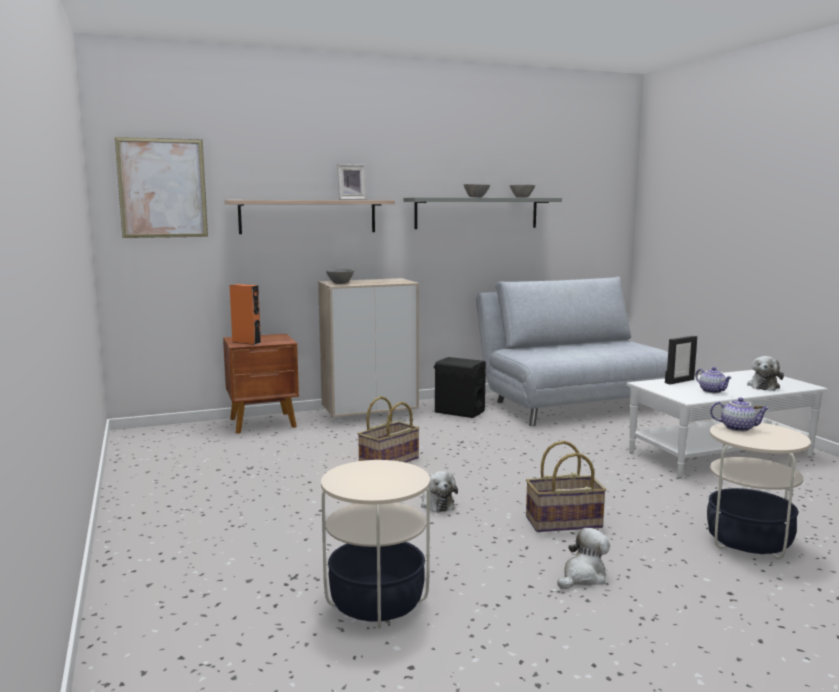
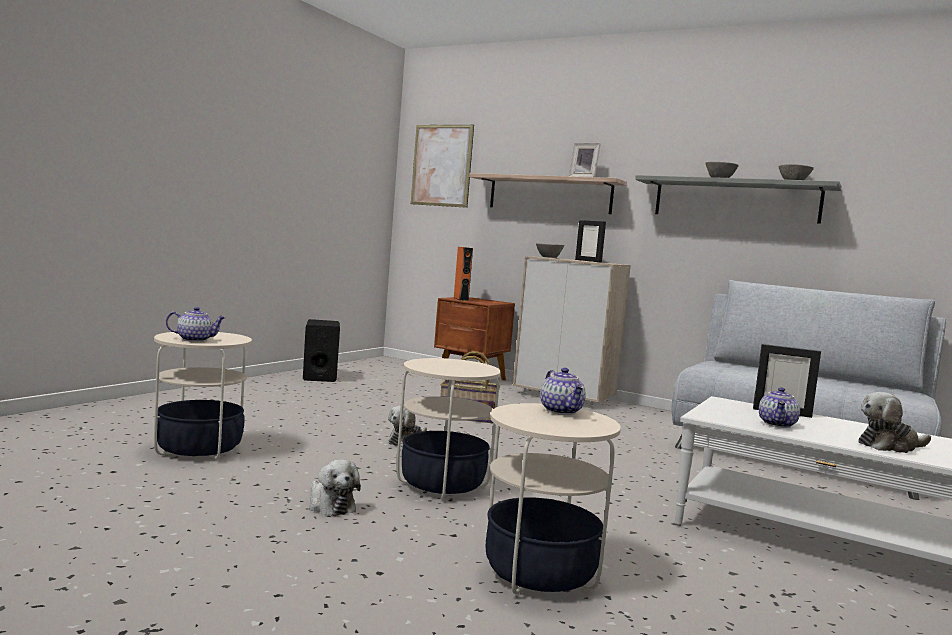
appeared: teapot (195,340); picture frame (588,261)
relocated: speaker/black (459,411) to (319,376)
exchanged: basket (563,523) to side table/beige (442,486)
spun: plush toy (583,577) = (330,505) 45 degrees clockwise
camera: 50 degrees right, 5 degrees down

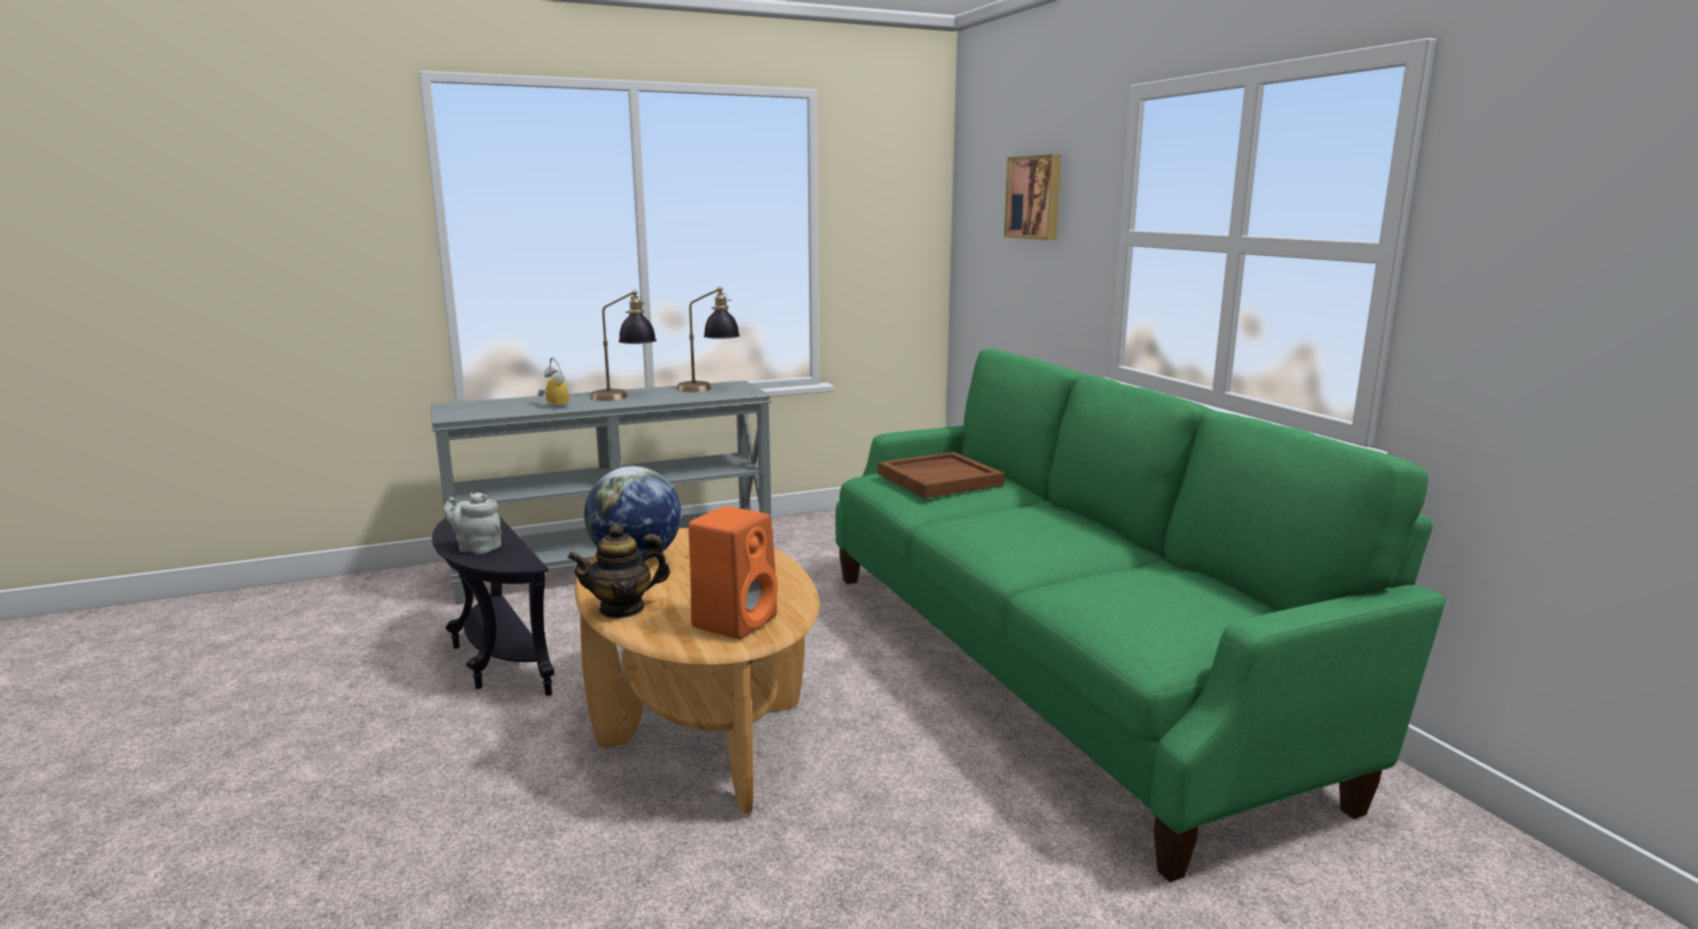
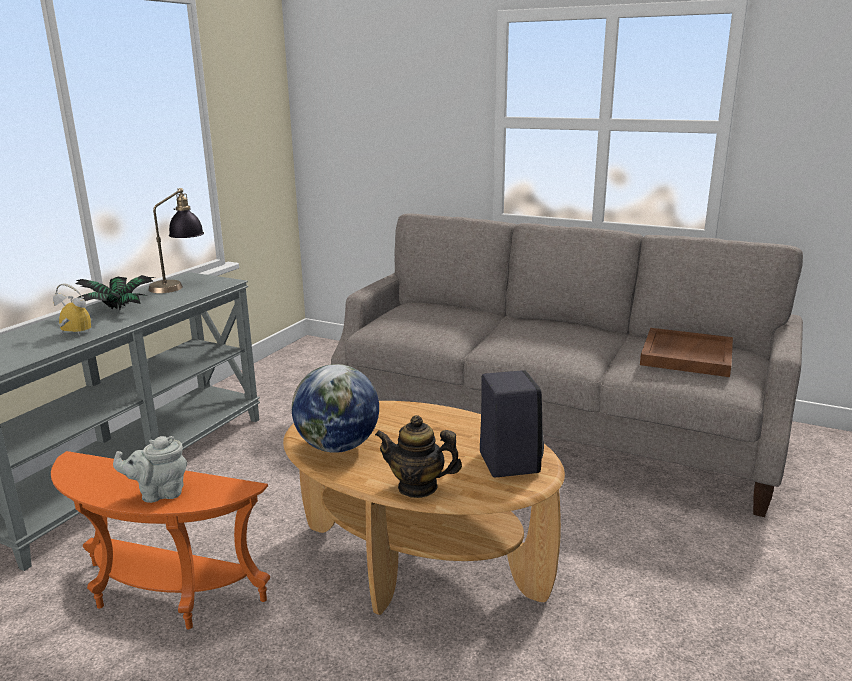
missing: picture (1035,197)
relocated: tray/brown (940,479) to (685,355)
exchanged: table lamp (625,396) to potted plant (119,308)
colour: side table/black (496,659) to side table/orange (162,597); speaker/orange (735,621) to speaker/black (507,461); sofa/green (1057,668) to sofa/grey (551,427)
spun: teapot (622,609) = (418,487) 75 degrees clockwise
camera: 40 degrees left, 5 degrees up

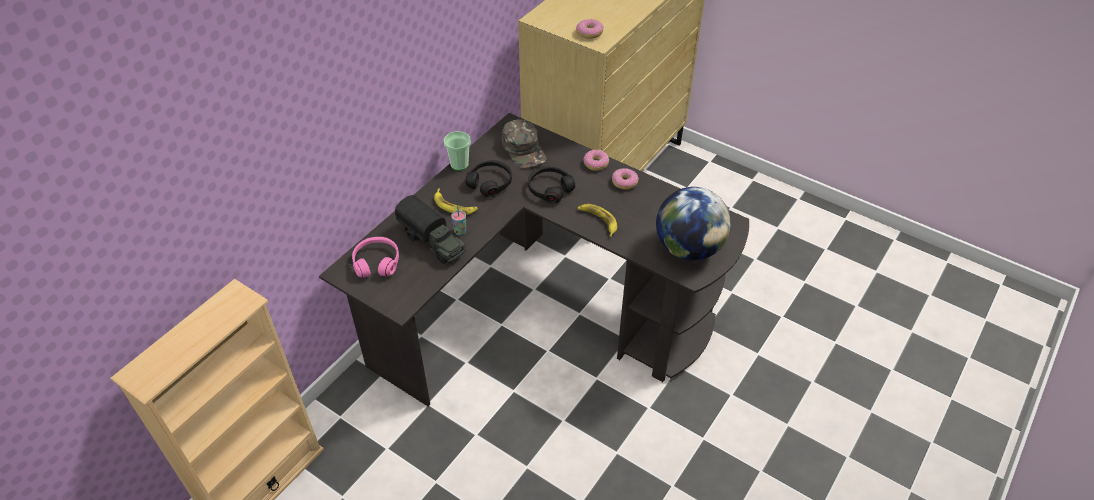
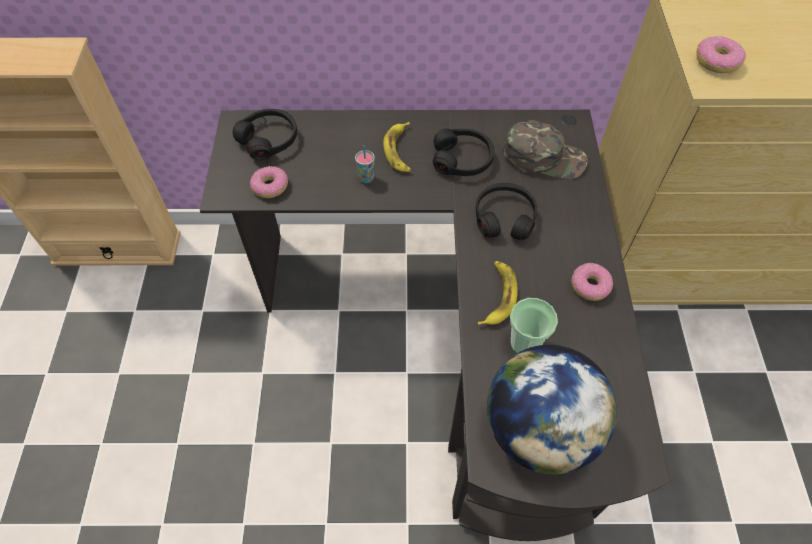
missing: toy truck (433,242)
relocated: cup (459,164) to (525,343); donut (595,163) to (270,186)
colour: headphones/pink (376,262) to headphones/black (269,139)
spun: cap/green (524,149) = (544,157) 105 degrees counterclockwise
camera: 55 degrees right, 10 degrees up

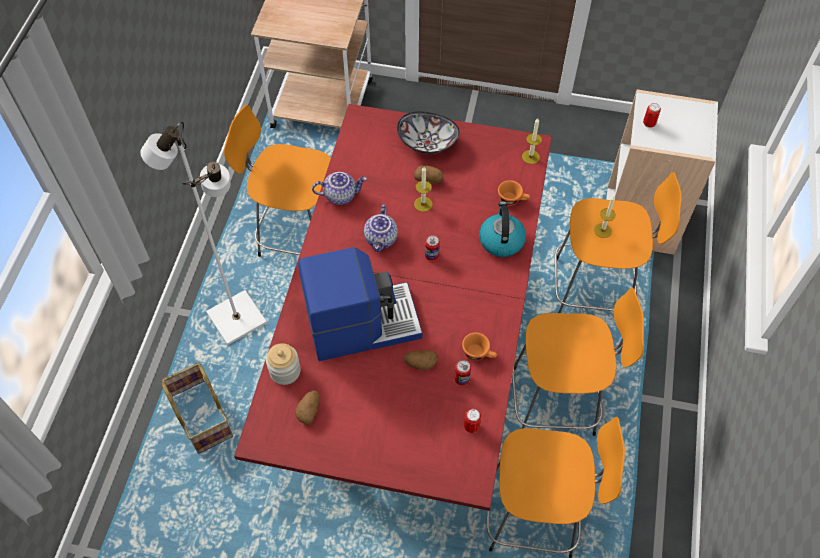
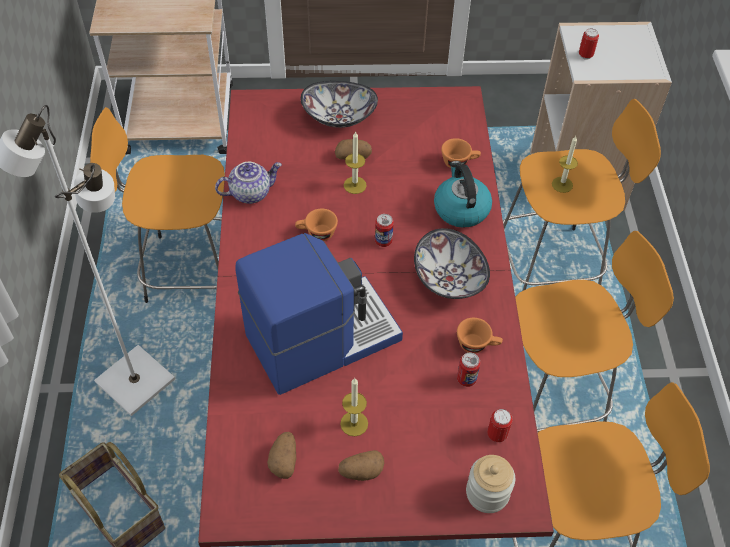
appeared: bowl (448,279)
relocated: jar (285,371) to (487,493); potato (420,363) to (361,471); candle (530,157) to (354,423)
exchanged: teapot (382,239) to cup/orange (316,234)
camera: 15 degrees left, 5 degrees down

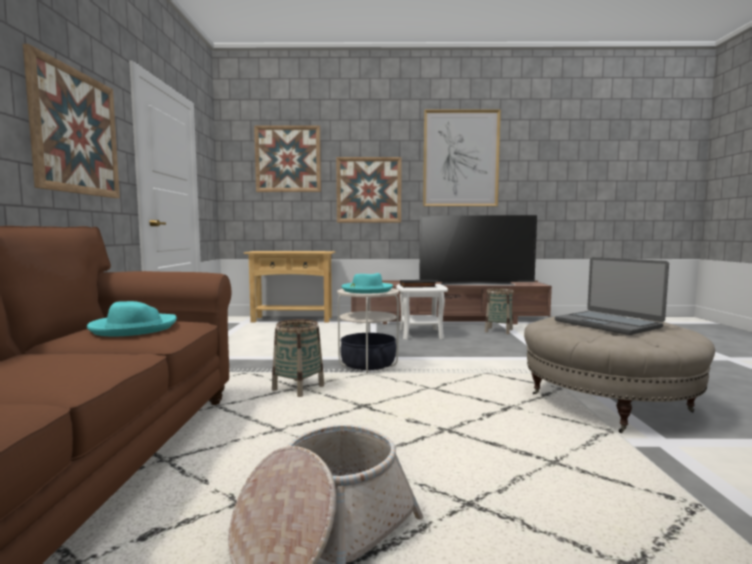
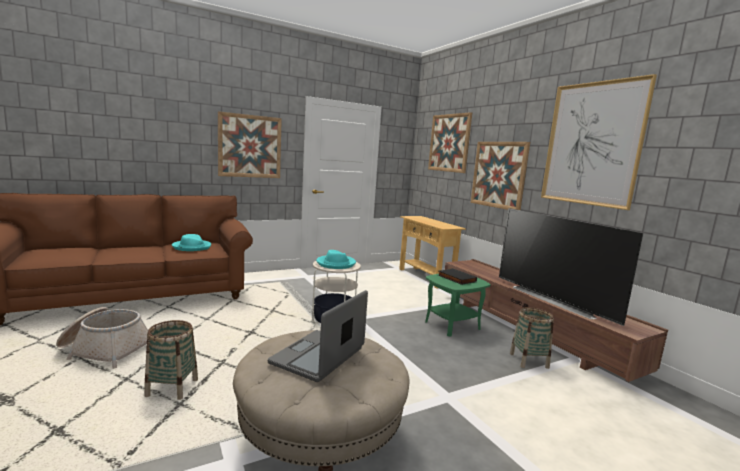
relocated: basket (298,389) to (172,388)
colour: side table/white (420,334) to side table/green (452,325)
camera: 60 degrees right, 5 degrees up

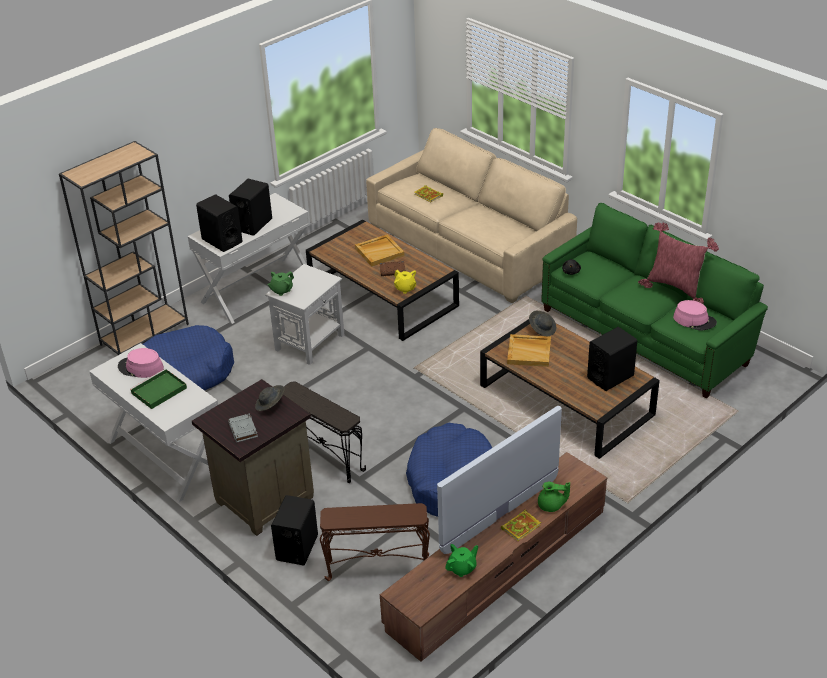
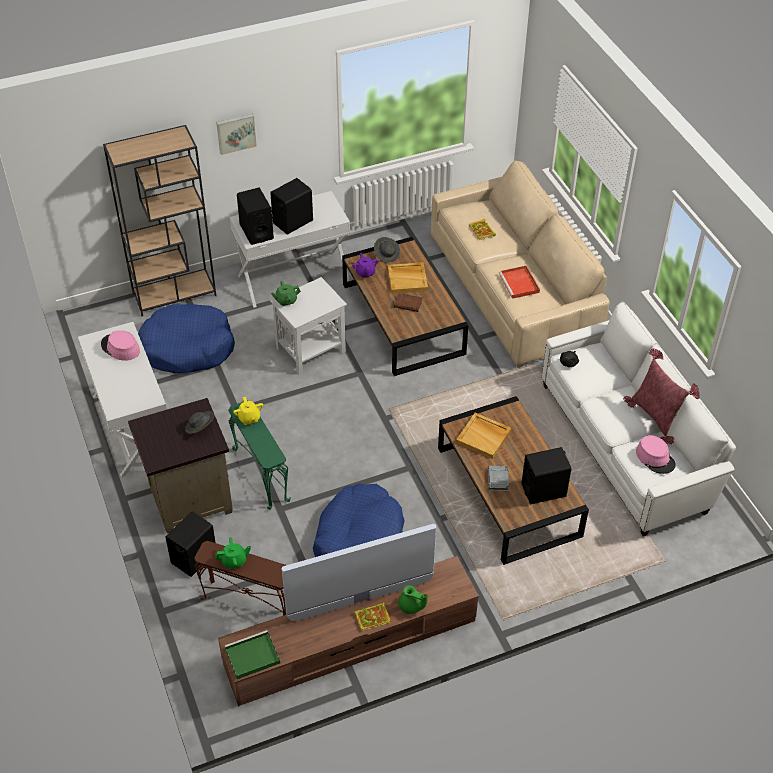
appeared: picture (236,133); teapot/purple (365,272); tray/red (519,284)
relocated: tray/green (158,391) to (251,657); book/grey (243,430) to (498,480); teapot/yellow (405,288) to (249,418); teapot/green (462,568) to (234,561); hat/grey (542,329) to (387,254)
colour: side table/black (323,457) to side table/green (261,475); sofa/green (647,335) to sofa/white (627,446)
camera: 20 degrees right, 10 degrees up

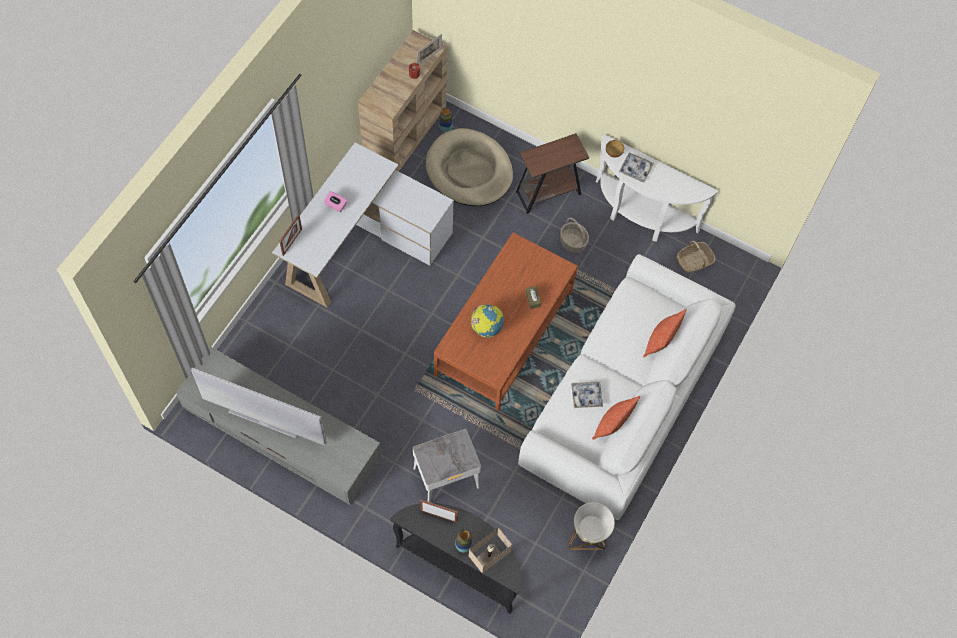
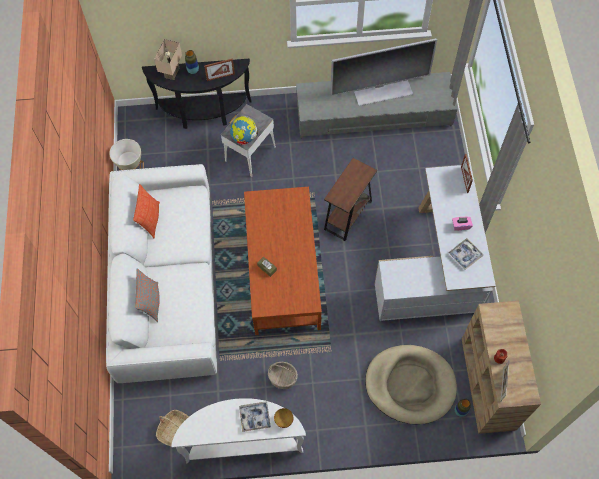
relocated: globe (486,328) to (244,138); side table/brown (548,193) to (348,215); tray (586,396) to (465,255)
colour: pillow/orange (660,342) to pillow/grey (151,302)
camera: 150 degrees right, 0 degrees up

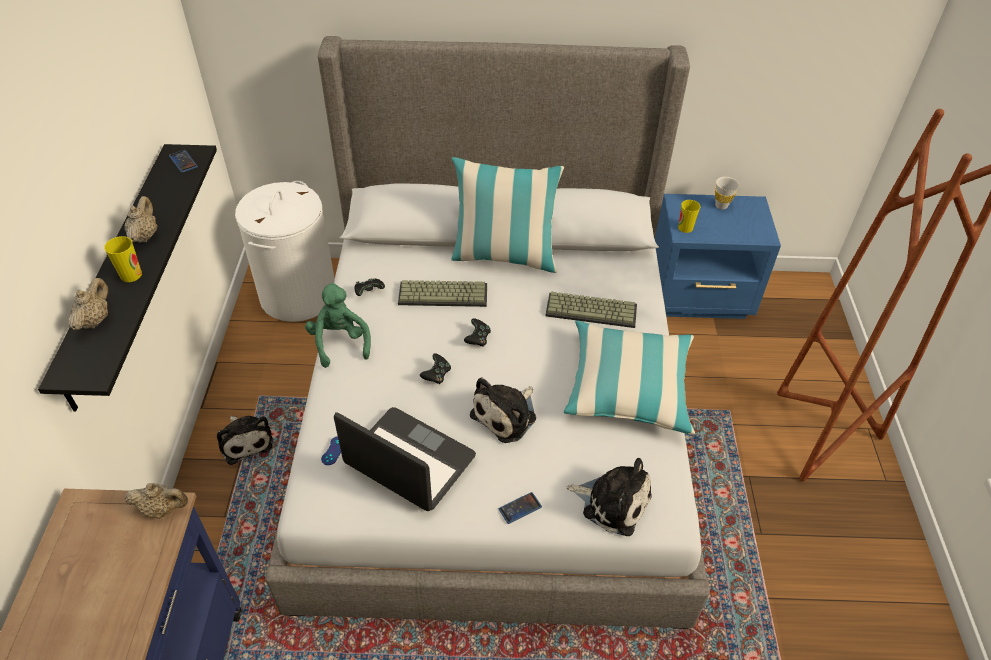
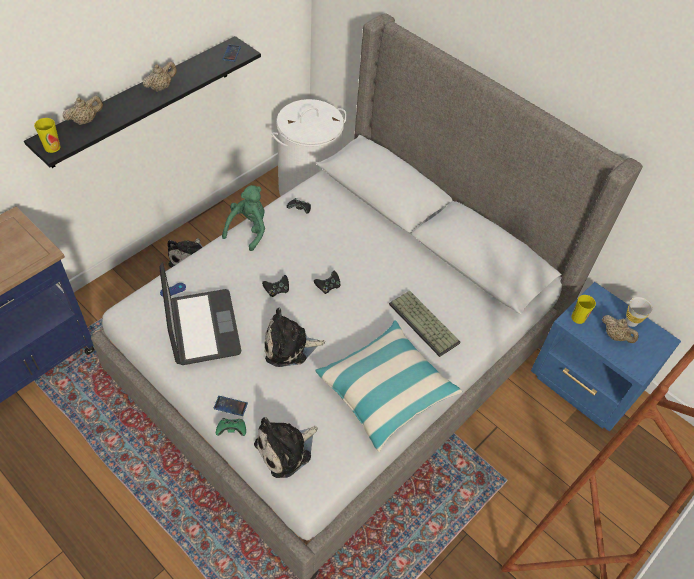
missing: keyboard (444,293); pillow (504,256)
appeared: game controller/green (232,430)
relocated: cup (131,275) to (52,147); teapot/beige (163,509) to (615,336)
spun: plush toy (612,502) = (286,449) 75 degrees clockwise
camera: 40 degrees right, 5 degrees up

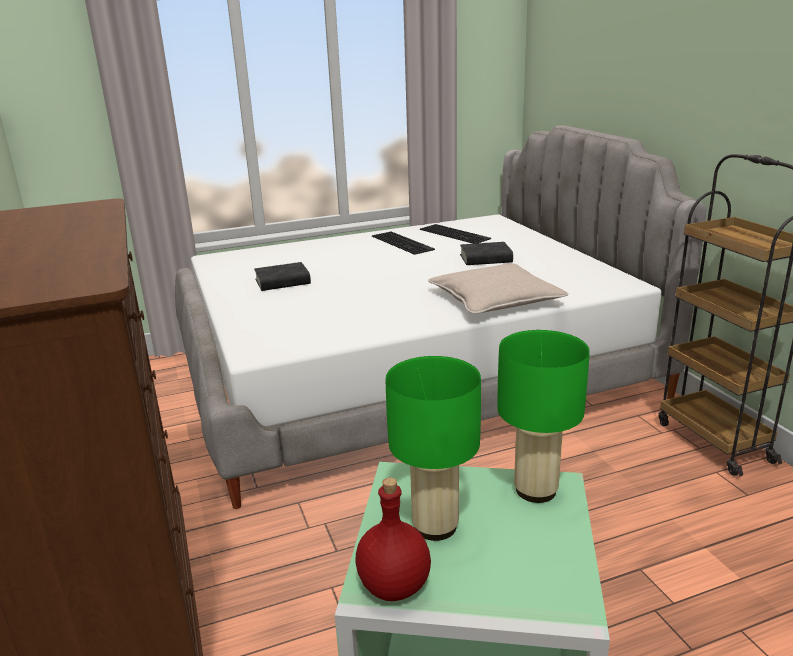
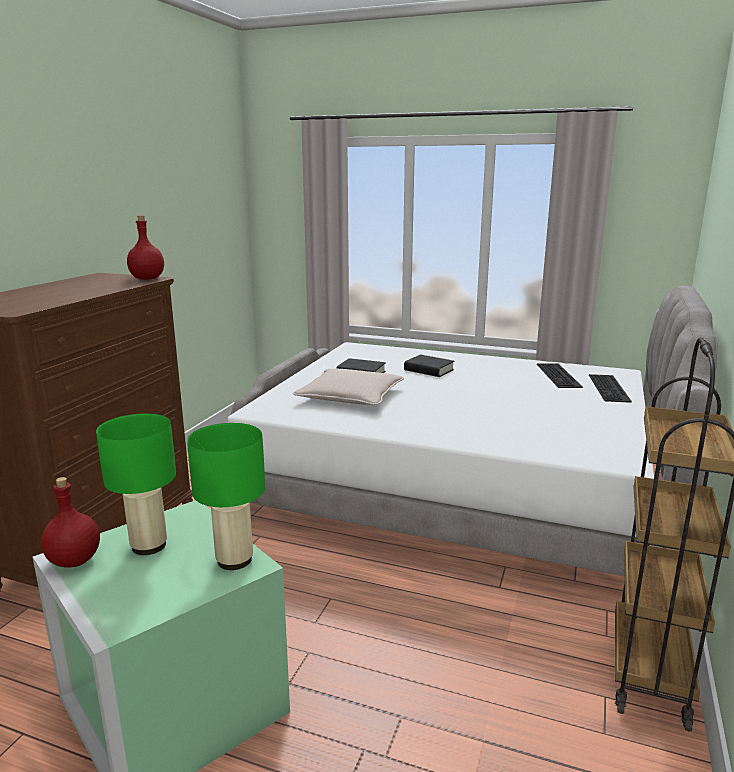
appeared: bottle/red (148,279)
relocated: keyboard (404,242) to (610,388); pillow/beige (495,299) to (350,396); book/black (486,259) to (429,370)
camera: 40 degrees right, 5 degrees down

